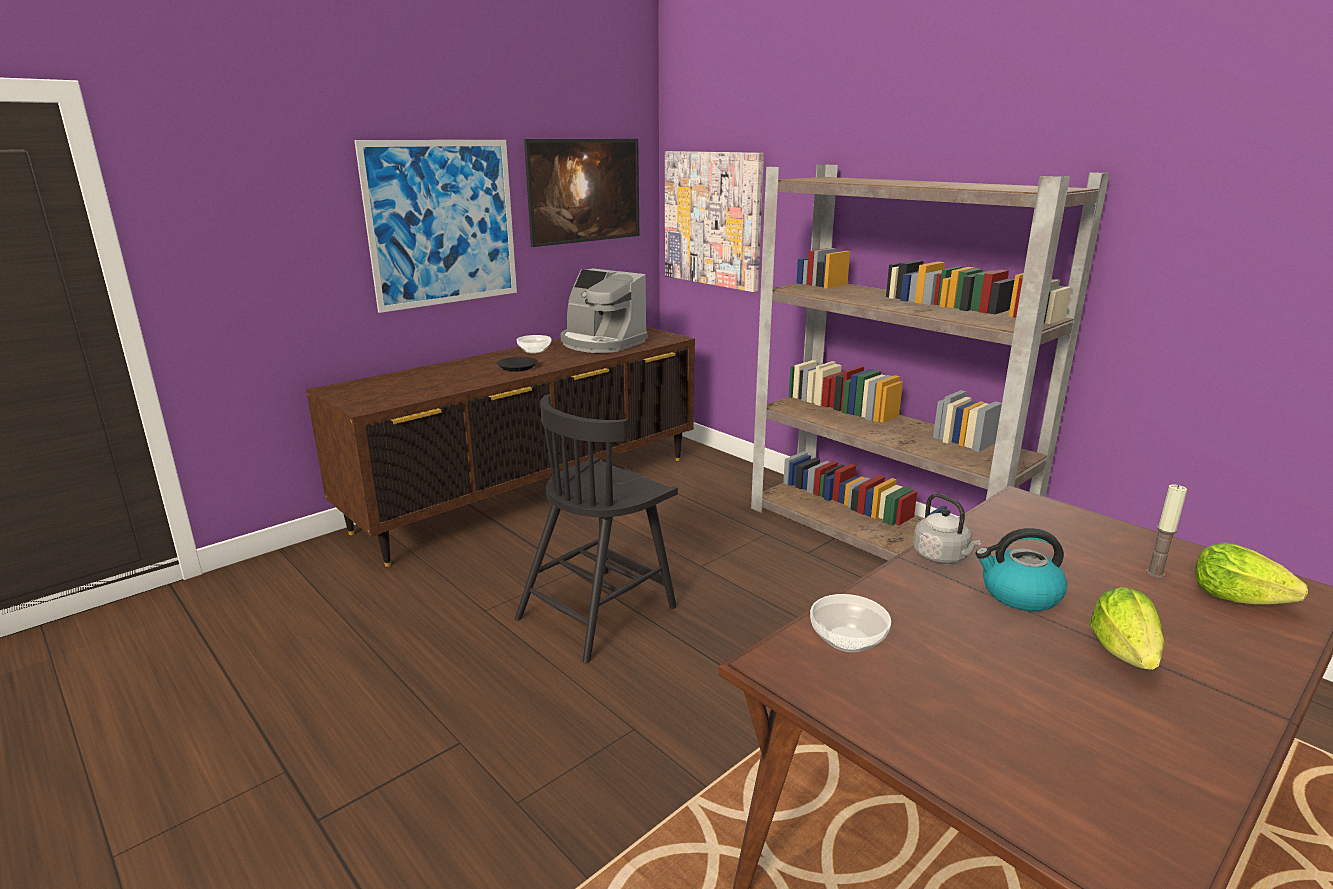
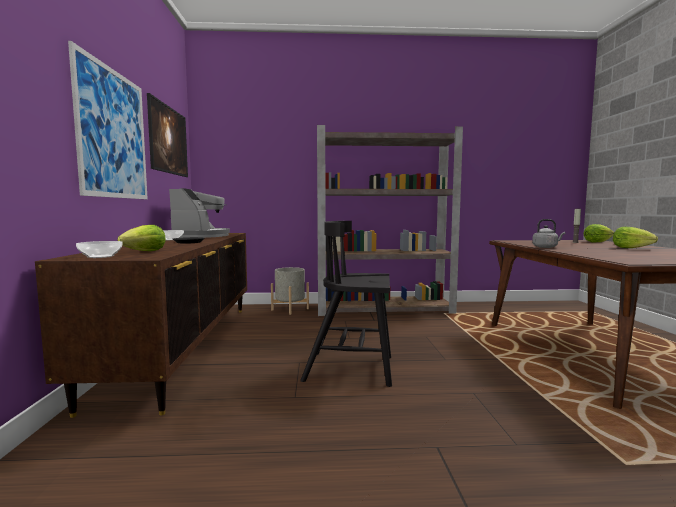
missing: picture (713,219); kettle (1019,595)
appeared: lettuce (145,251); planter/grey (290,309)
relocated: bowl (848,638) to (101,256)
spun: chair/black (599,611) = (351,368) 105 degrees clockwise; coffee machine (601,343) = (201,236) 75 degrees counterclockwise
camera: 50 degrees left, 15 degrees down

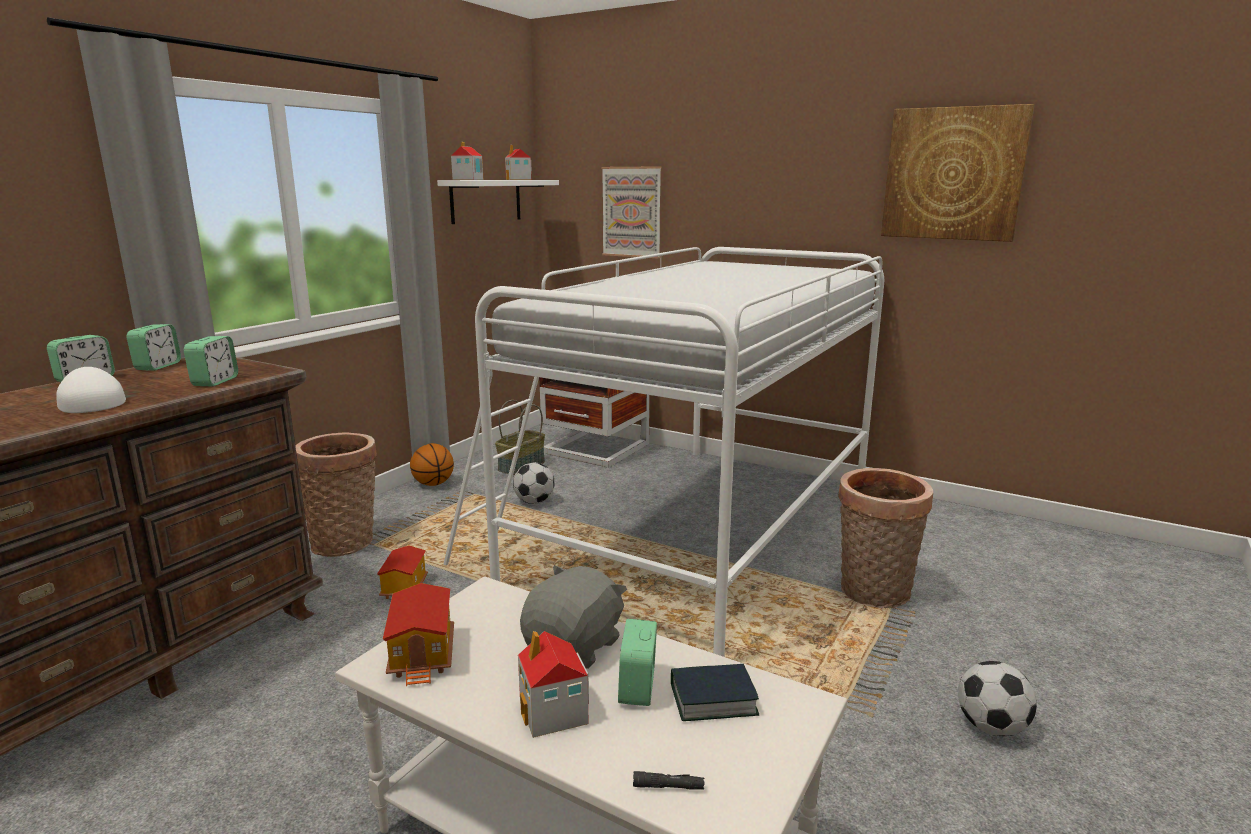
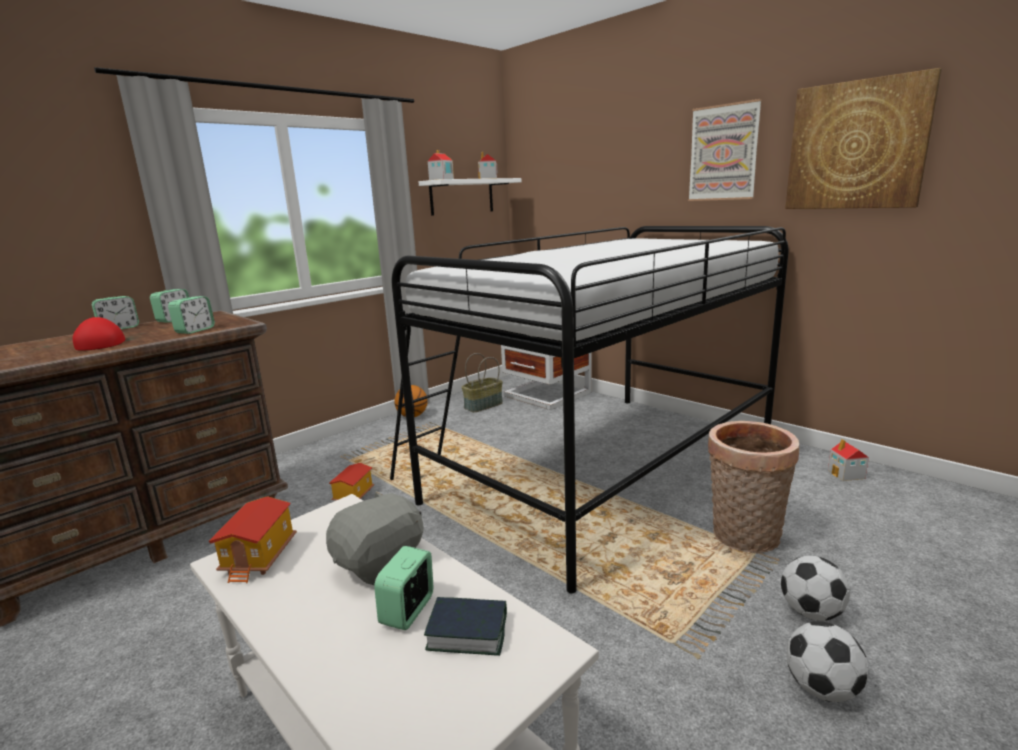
missing: basket (346,542); flashlight/black (668,786)
relocated: football (534,501) to (811,612); toy house (554,713) to (846,474); picture (632,212) to (723,153)
colour: cap/white (91,402) to cap/red (101,343); bed/white (697,532) to bed/black (601,468)
camera: 15 degrees right, 0 degrees up

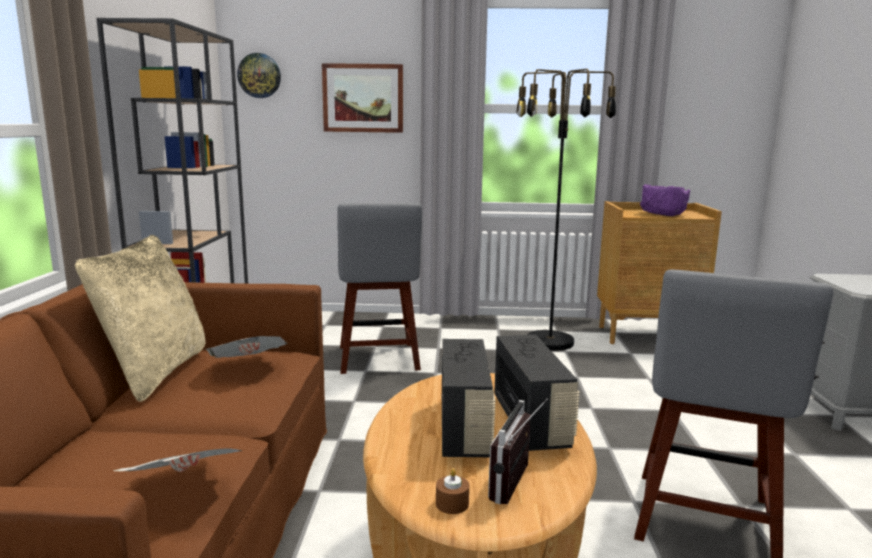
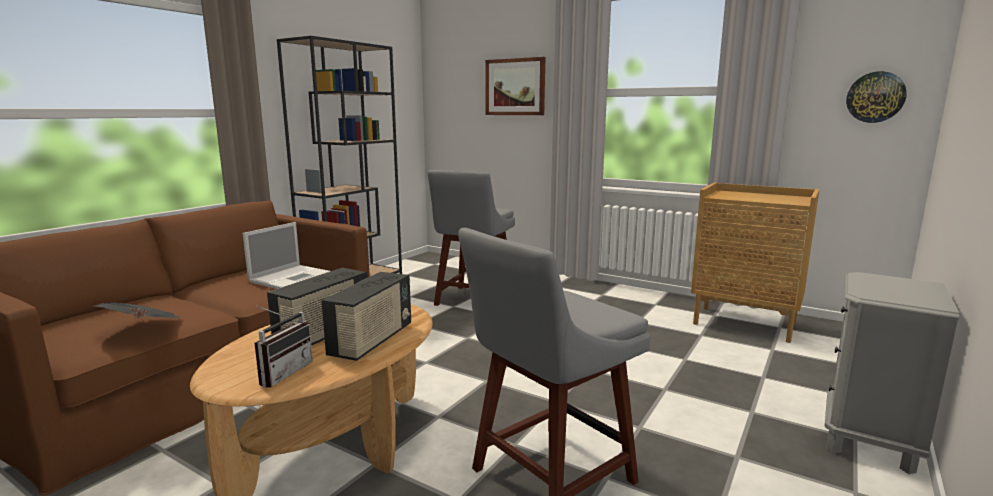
missing: pillow/beige (157,374); candle/brown (452,504); floor lamp (549,342); bowl/purple (662,214)
relocated: wall clock (259,75) to (875,97)
exchanged: newspaper (248,368) to laptop (291,277)
spun: radio (518,486) = (282,373) 150 degrees clockwise
camera: 30 degrees right, 0 degrees up

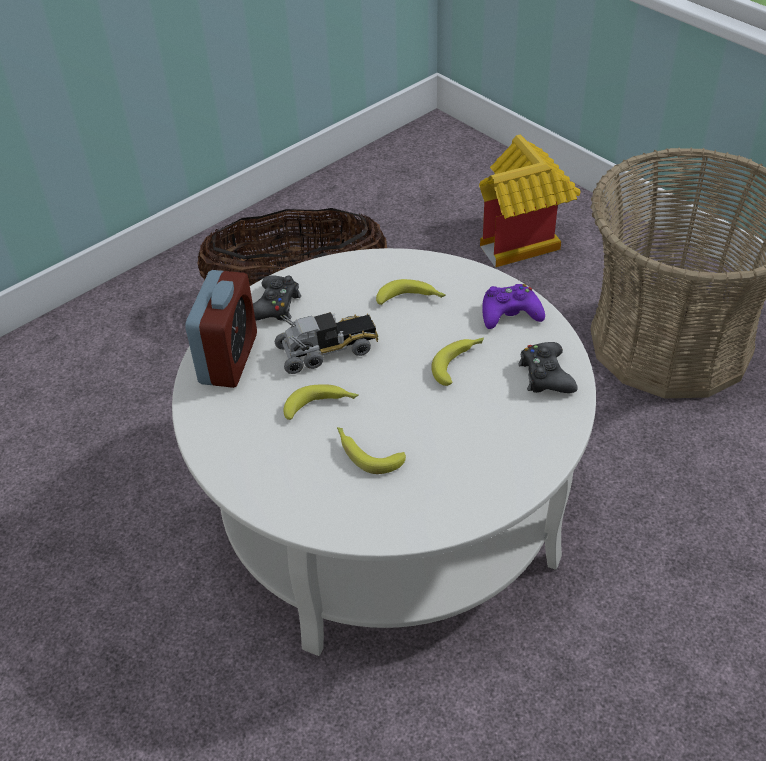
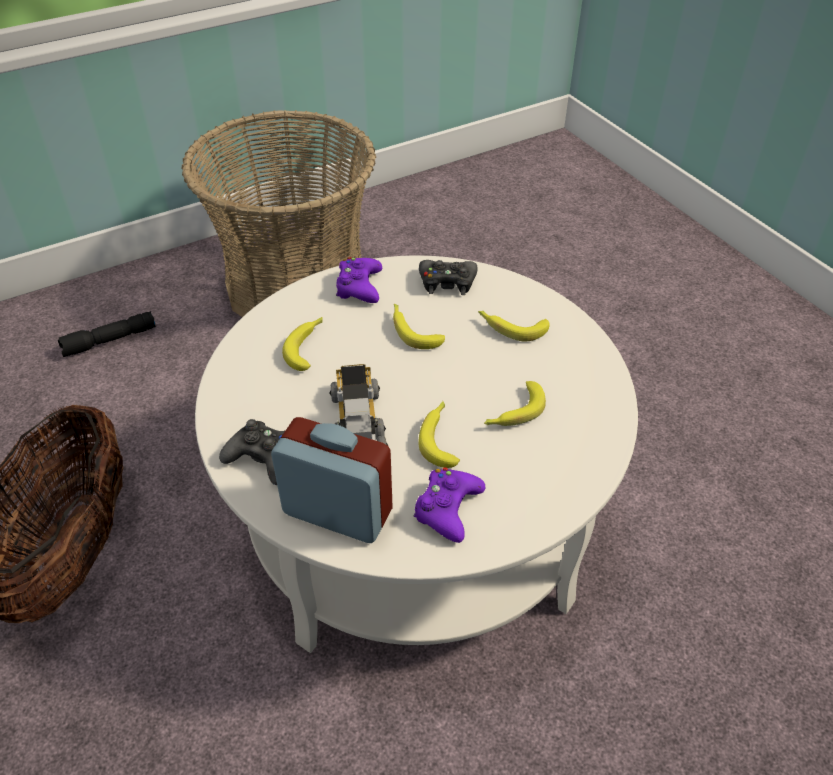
appeared: game controller/purple (447,509); banana (511,327)
exchanged: toy house (522,242) to flashlight/black (109,341)
camera: 80 degrees left, 0 degrees up

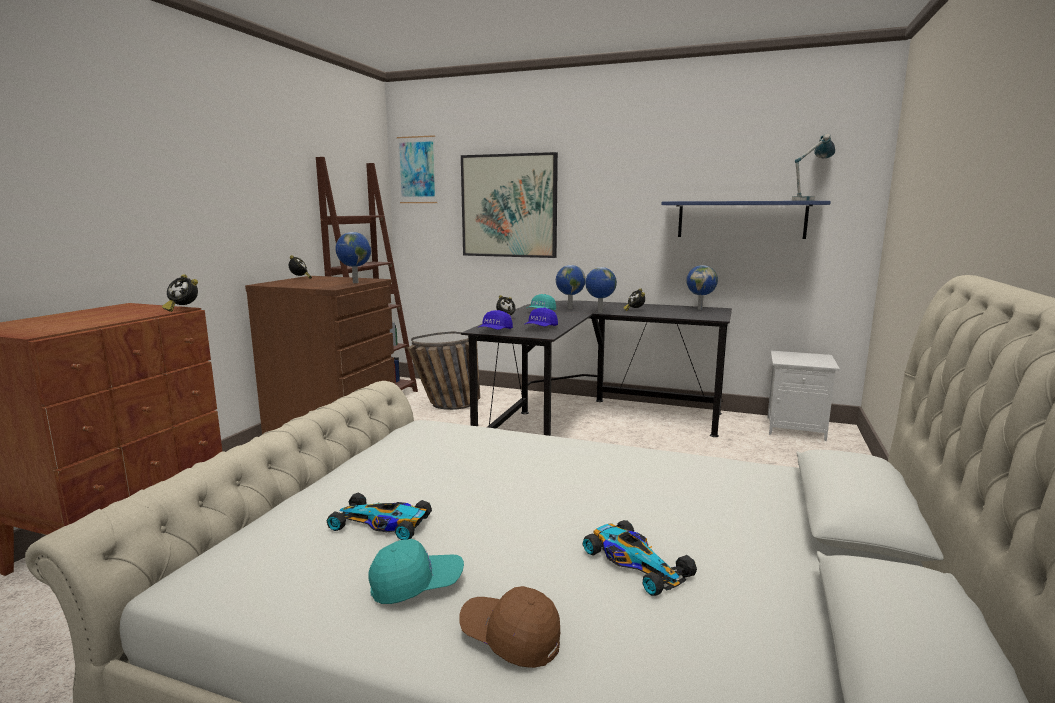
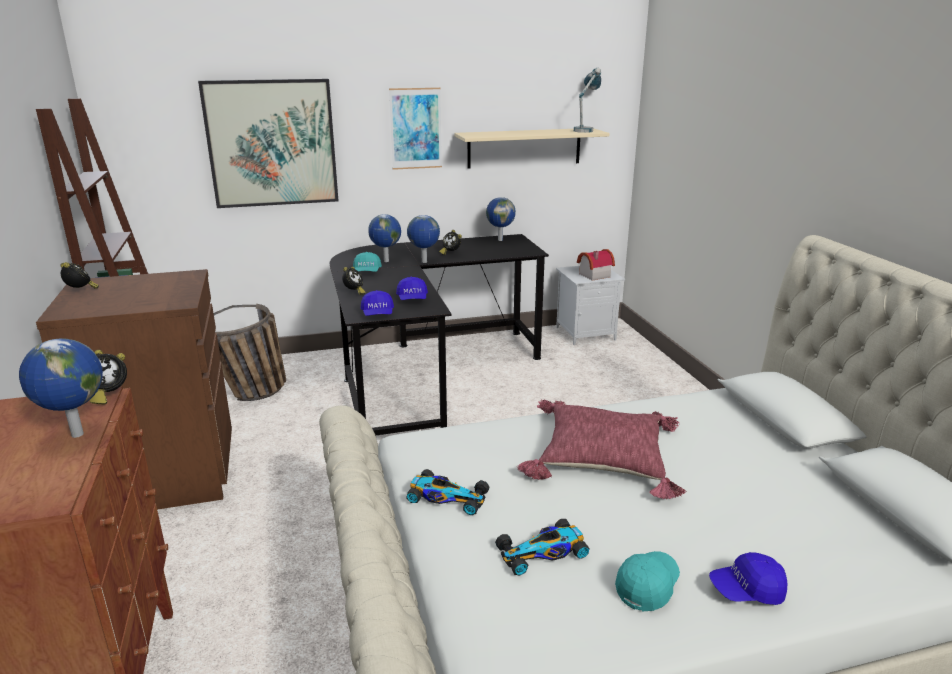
appeared: pillow/red (602,452); toy house (592,275)
relocated: globe (354,282) to (76,435); picture (417,170) to (416,128); toy car (635,562) to (446,497)
colour: cap/brown (510,639) to cap/blue (746,591); shelf/blue (741,219) to shelf/beige (524,148)
camera: 35 degrees left, 10 degrees up

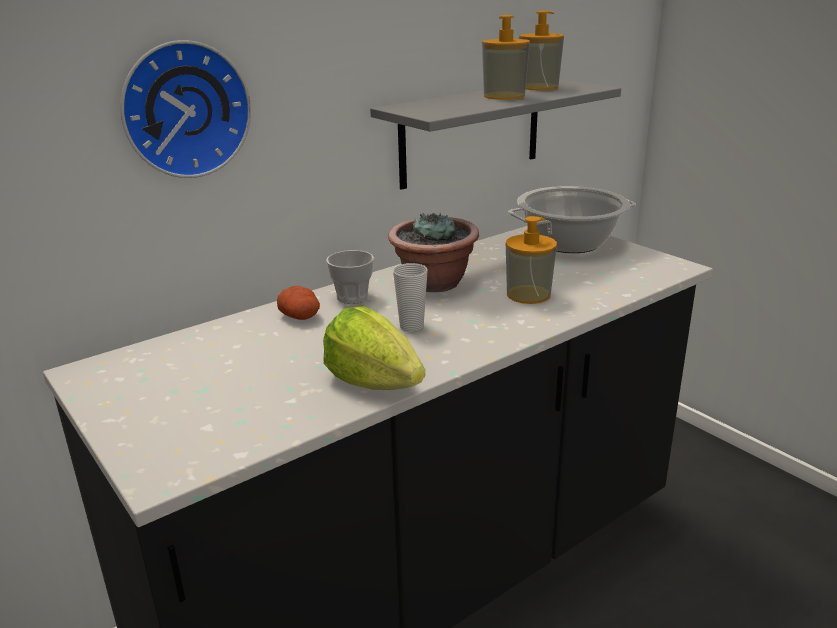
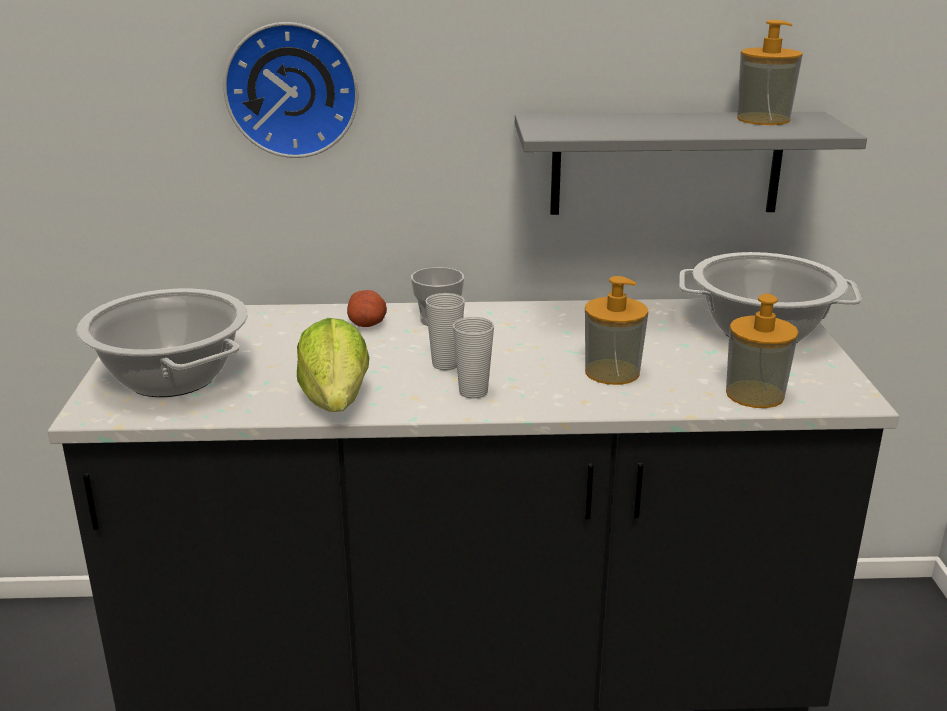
missing: potted plant (434,283)
appeared: cooking pot (173,378); cup (473,392)
relocated: soap dispenser (504,96) to (755,394)
camera: 35 degrees right, 0 degrees up

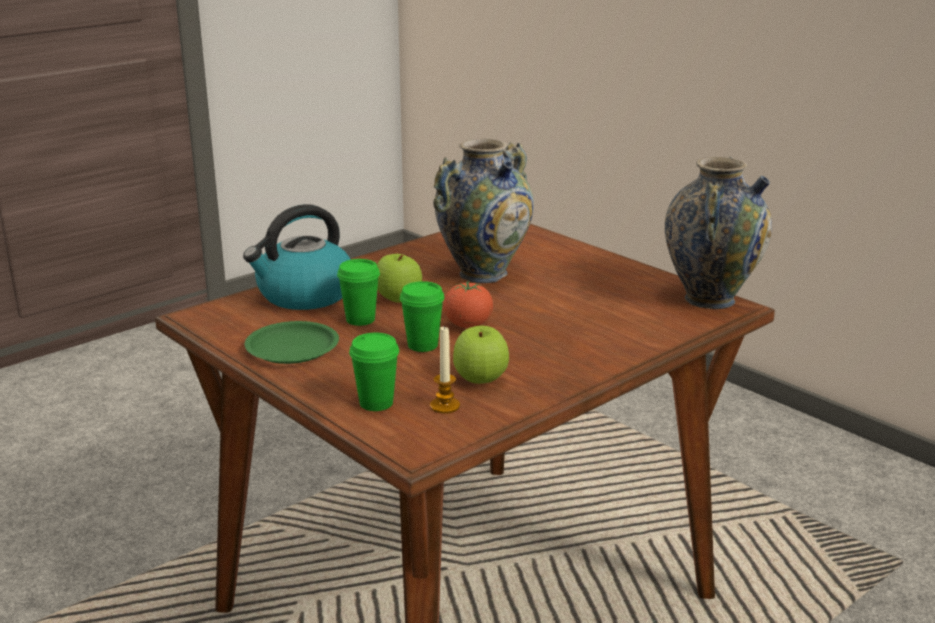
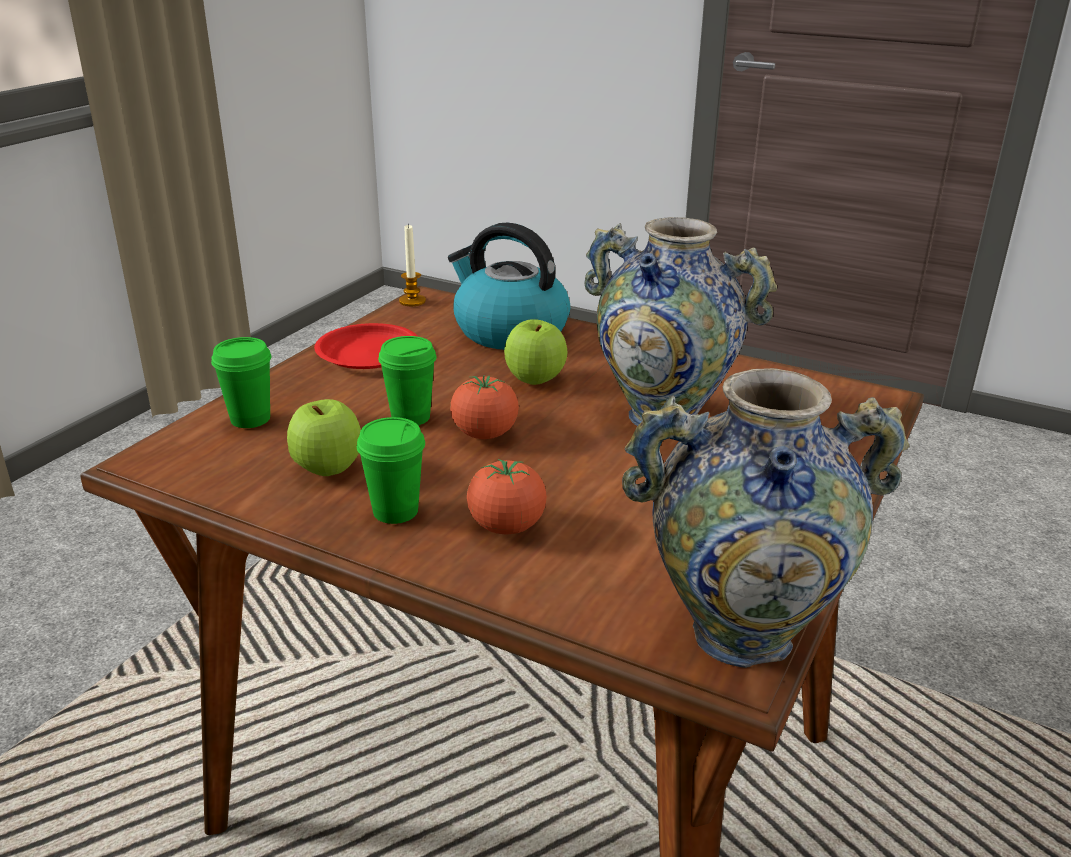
appeared: tomato (506,527)
relocated: cup/green (360,319) to (395,511); candle (445,406) to (412,301)
colour: plate/green (292,348) to plate/red (369,353)
camera: 70 degrees right, 5 degrees up

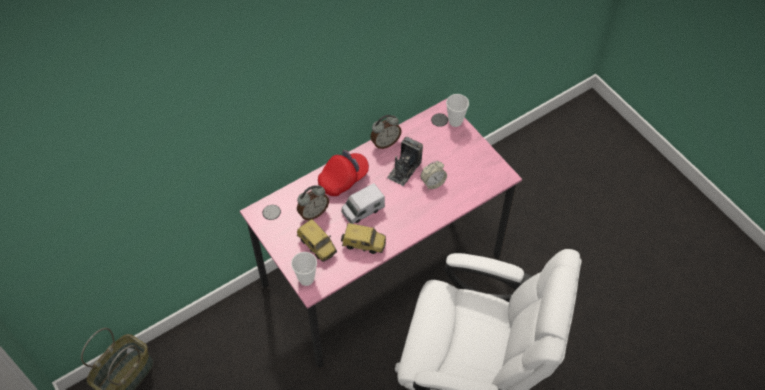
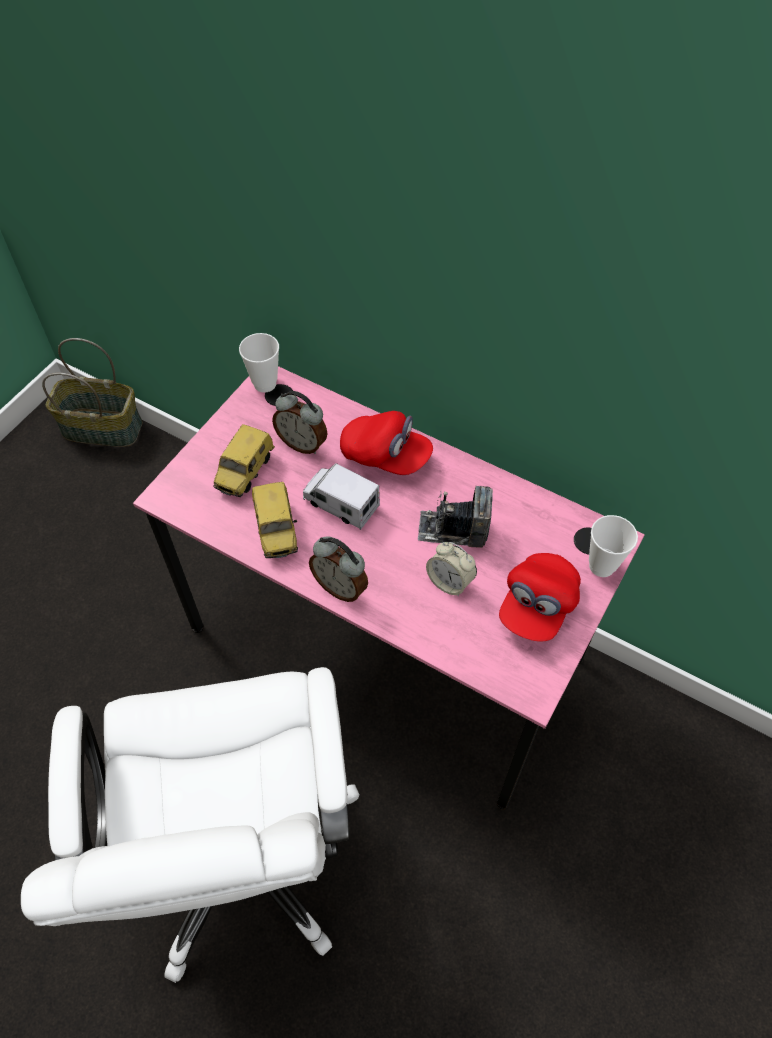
appeared: cap/red (537,606)
relocated: cup (306,279) to (265,384); alarm clock (385,142) to (340,587)
camera: 65 degrees right, 0 degrees up

